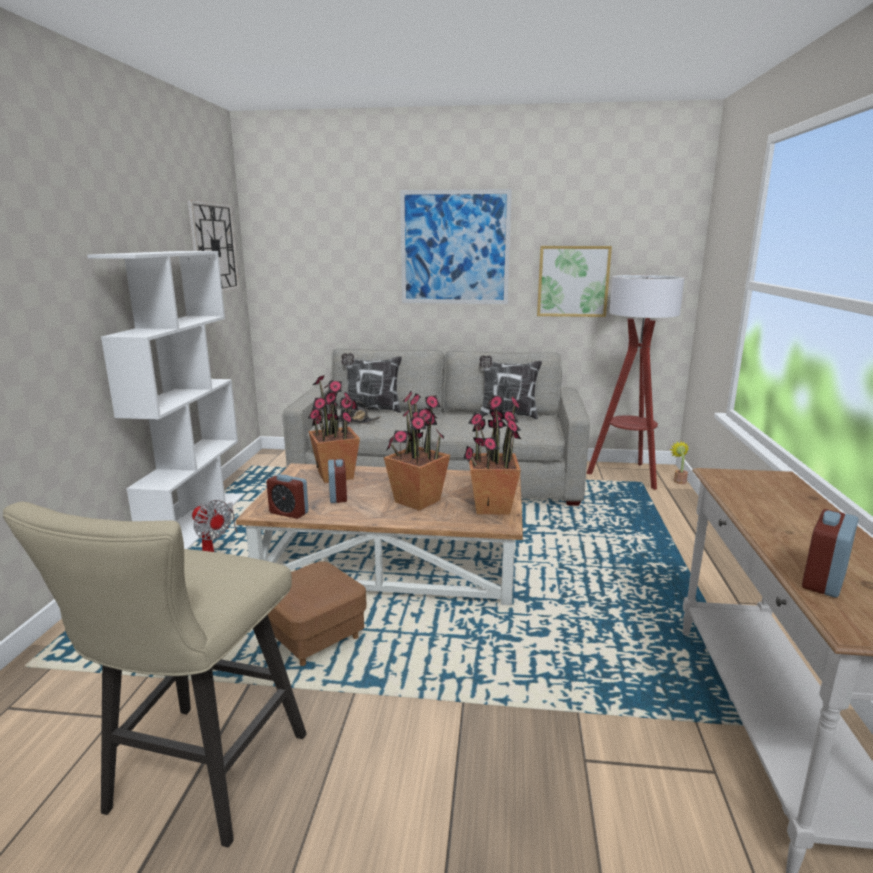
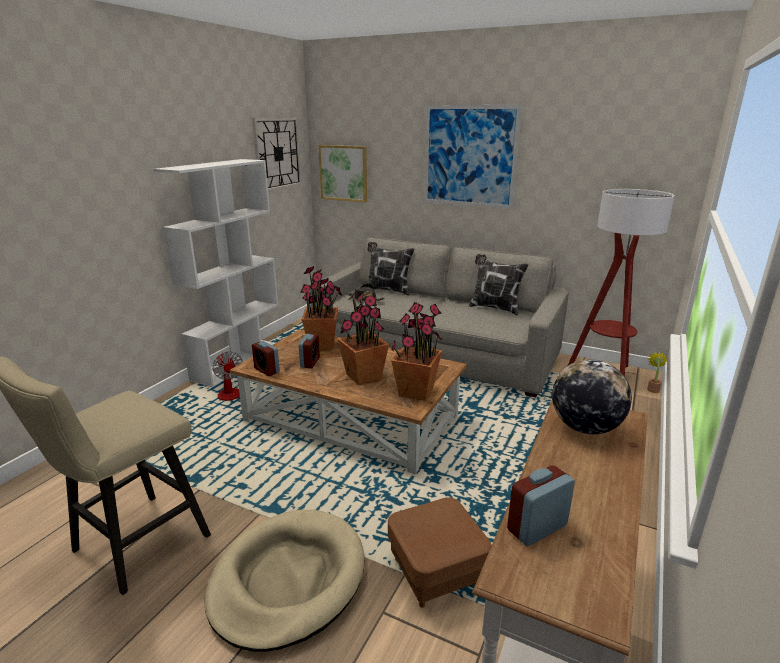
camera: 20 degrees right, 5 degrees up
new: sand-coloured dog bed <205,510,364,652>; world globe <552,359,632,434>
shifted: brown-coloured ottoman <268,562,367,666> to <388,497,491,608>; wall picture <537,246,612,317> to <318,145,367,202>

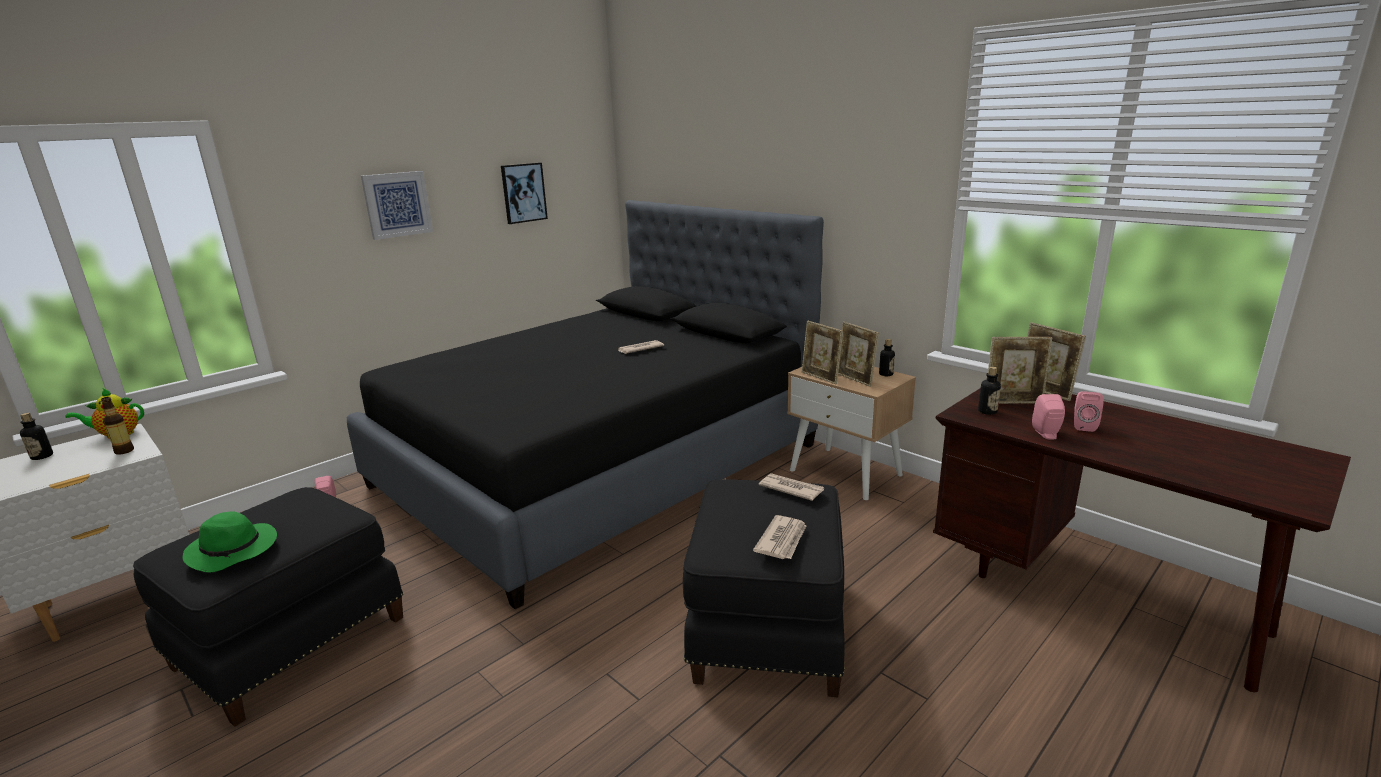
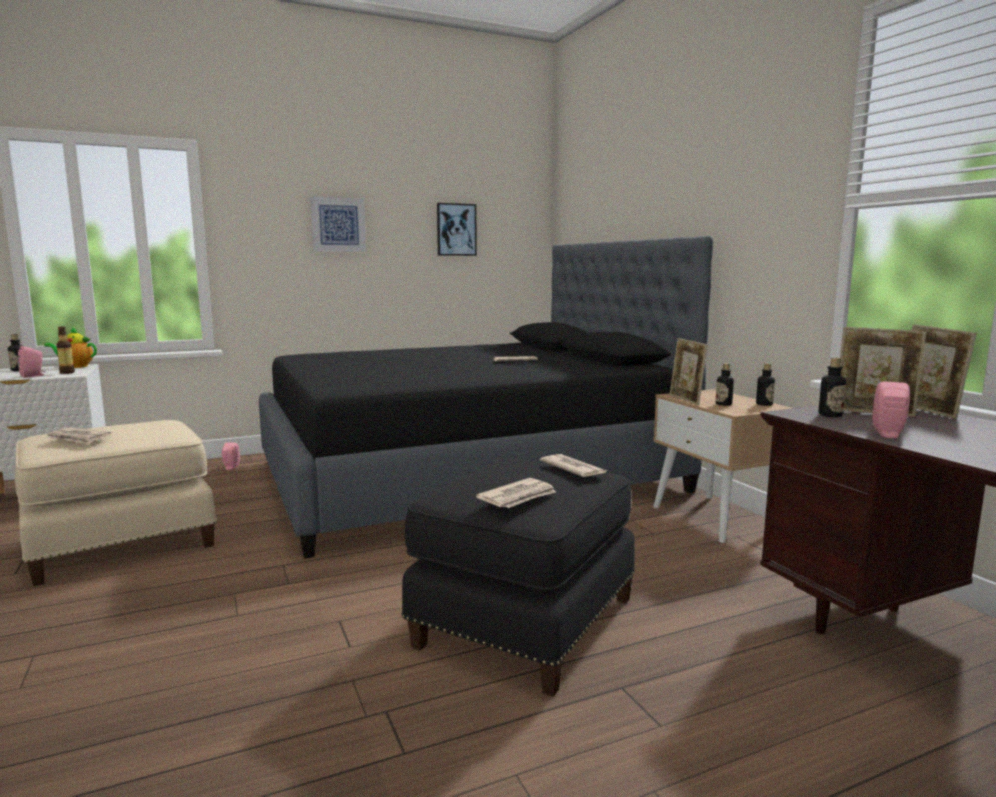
camera: 20 degrees right, 10 degrees down
shifted: pink audio speaker <1074,391,1104,432> to <17,346,46,378>
swapped: greenish hat <182,511,277,572> to printed paper <45,427,112,444>; standing frame <838,321,879,387> to beverage bottle <716,363,734,406>
repainted: black ottoman <133,487,403,727> to sand-coloured ottoman <15,420,217,586>

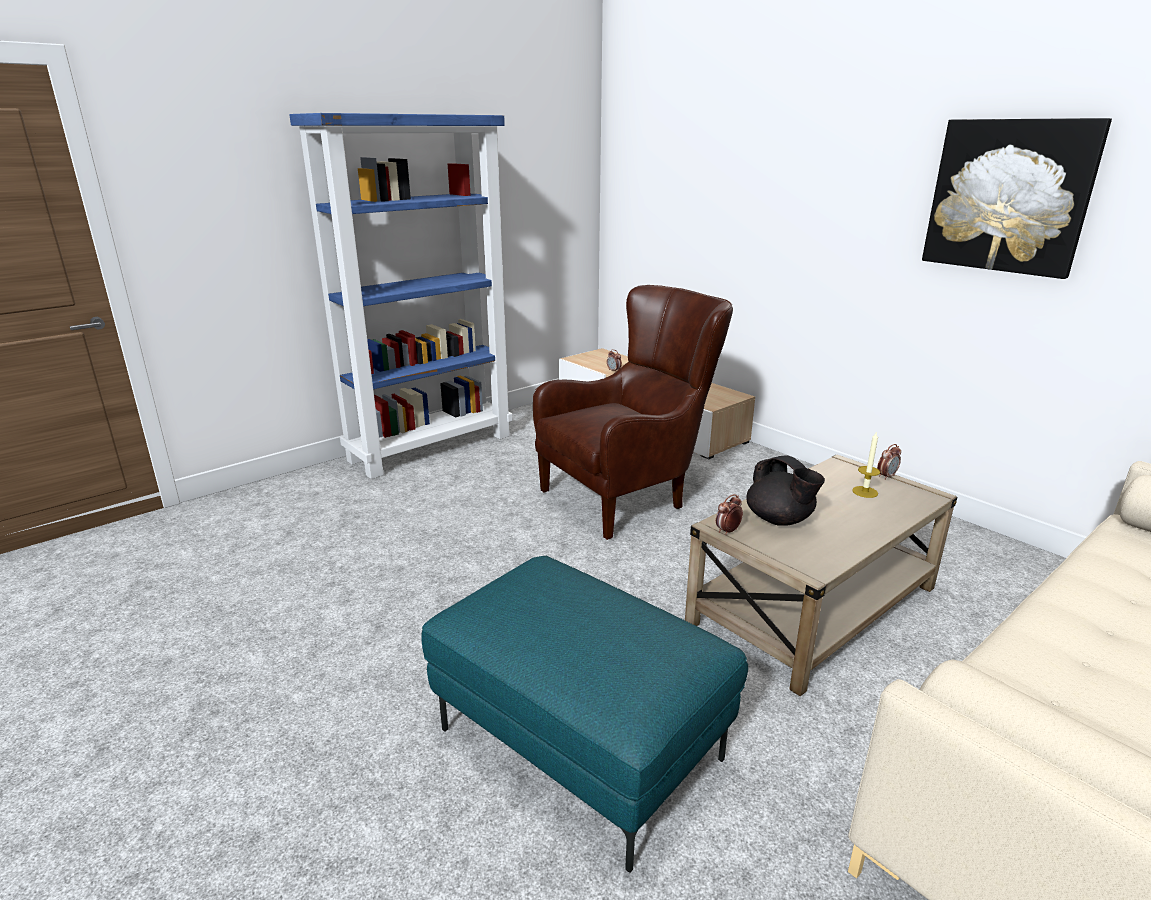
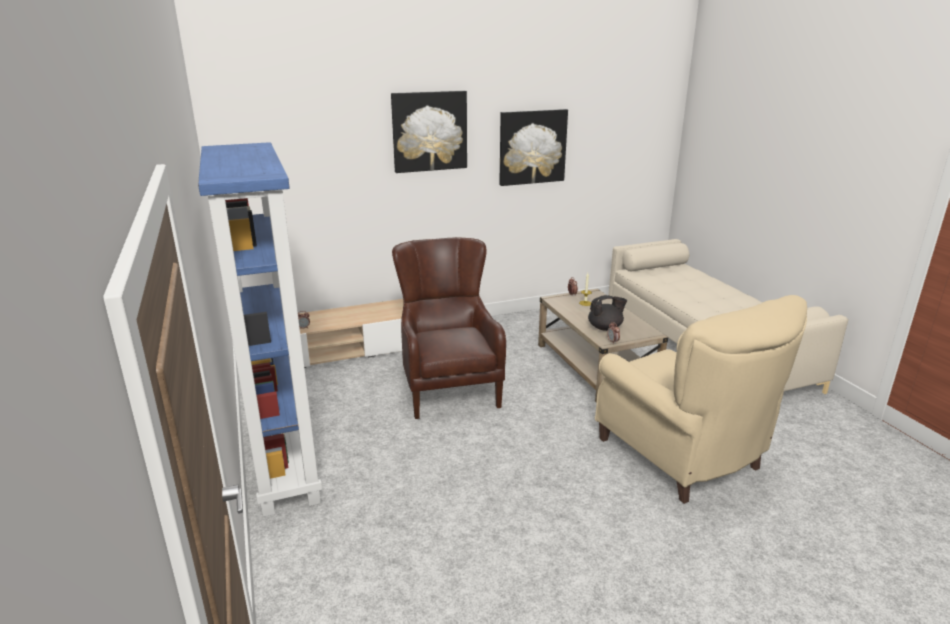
camera: 70 degrees left, 0 degrees up
new: wall picture <391,91,467,173>
swapped: turquoise-coloured ottoman <421,556,748,873> to sand-coloured armchair <595,295,807,504>

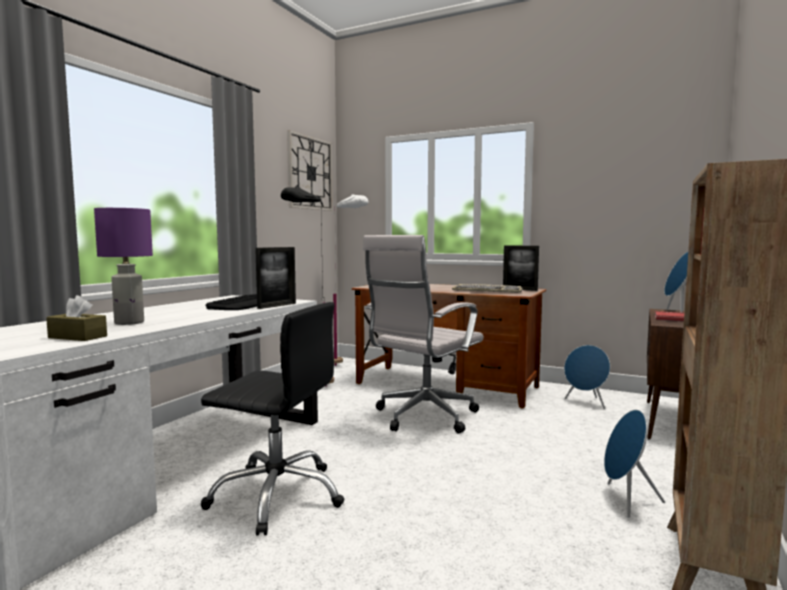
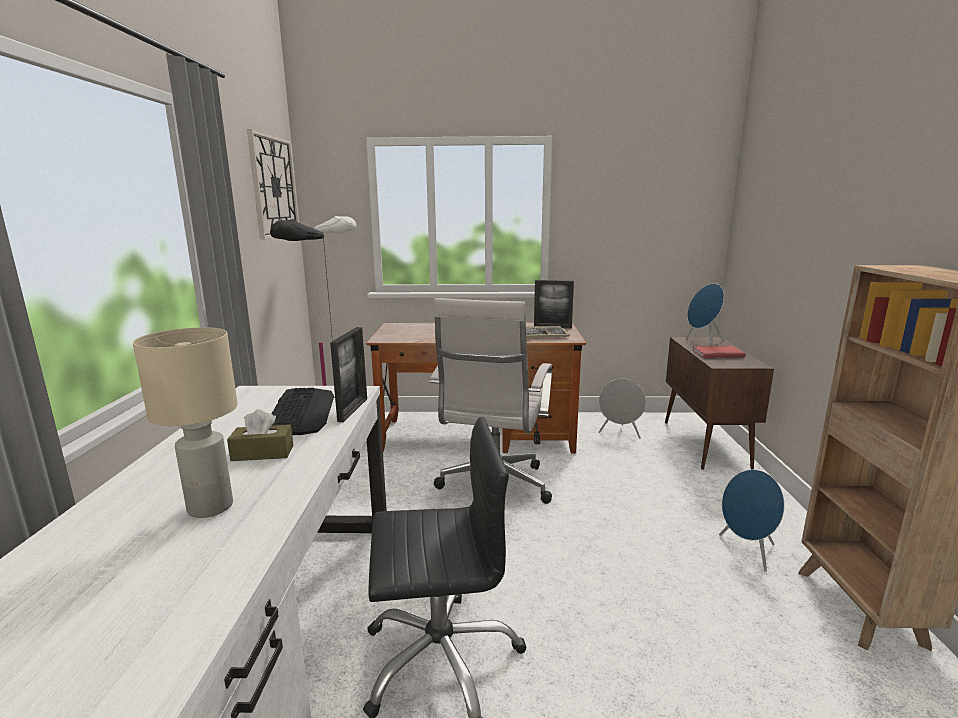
camera: 25 degrees left, 10 degrees up
shifted: brown-coloured tissue holder <46,295,107,341> to <227,409,293,461>
repainted: purplish table lamp <94,208,153,325> to sand-coloured table lamp <133,327,238,518>; bluish audio speaker <564,345,610,409> to greyish audio speaker <599,378,646,439>

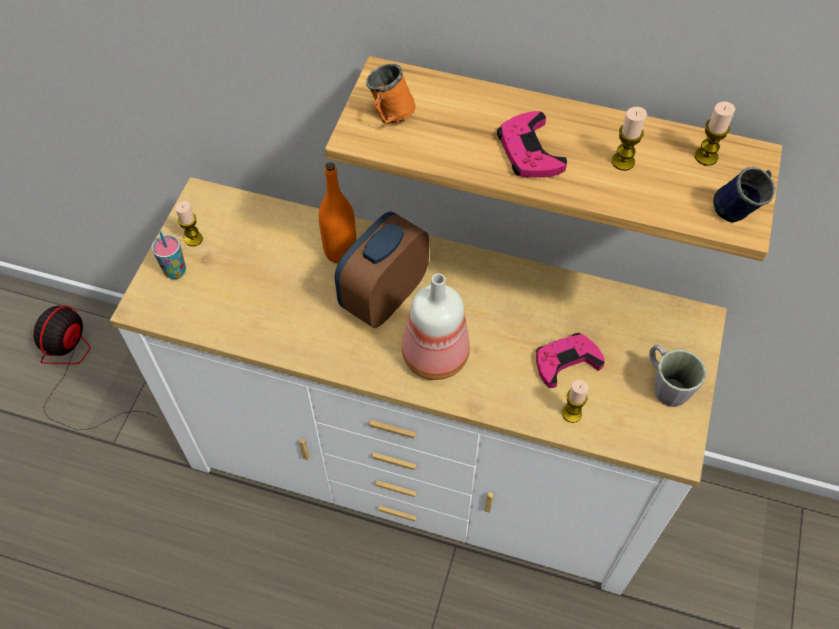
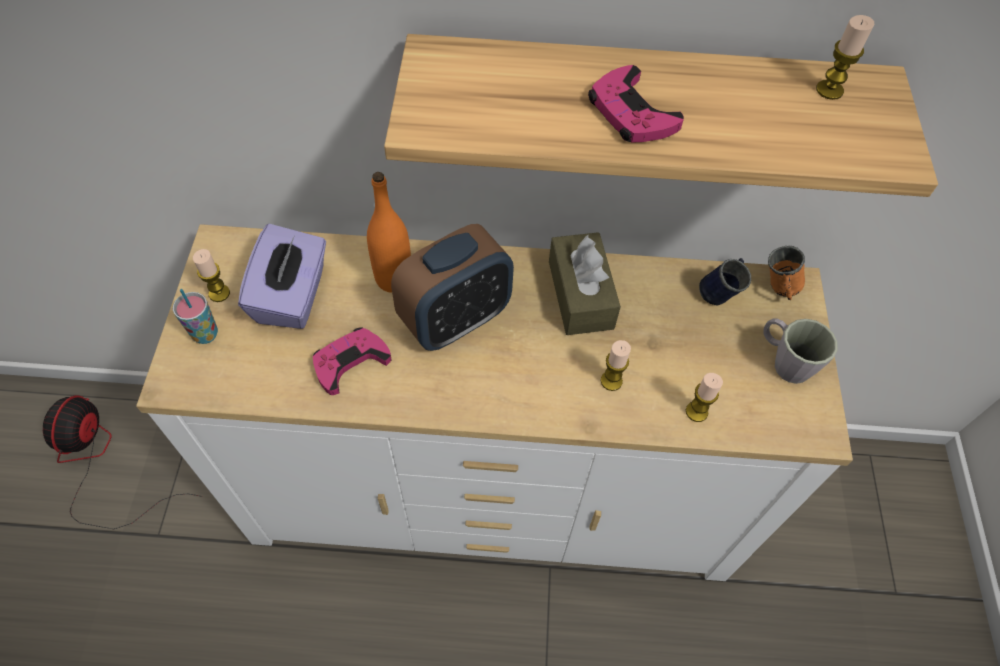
camera: 15 degrees left, 0 degrees up
gone: beverage bottle <402,273,470,380>
new: purplish tissue holder <238,224,326,329>; brown-coloured tissue holder <549,232,621,335>
shifted: orange-coloured coffee mug <366,64,416,124> to <768,246,805,300>; pink game controller <536,333,605,388> to <313,327,392,395>; candle <612,107,647,171> to <601,340,631,391>; bluish coffee mug <713,167,775,223> to <699,258,751,306>
rotated: alarm clock <335,211,429,328> = <391,224,514,351> 150 degrees counterclockwise

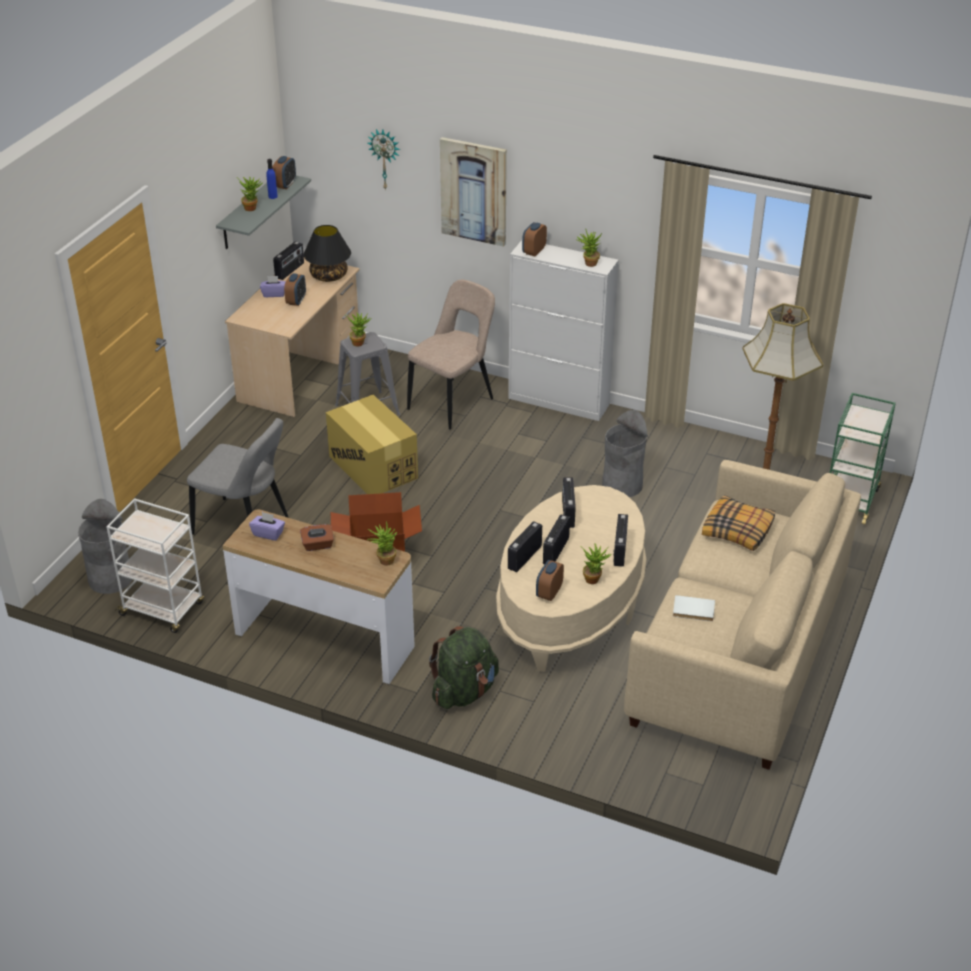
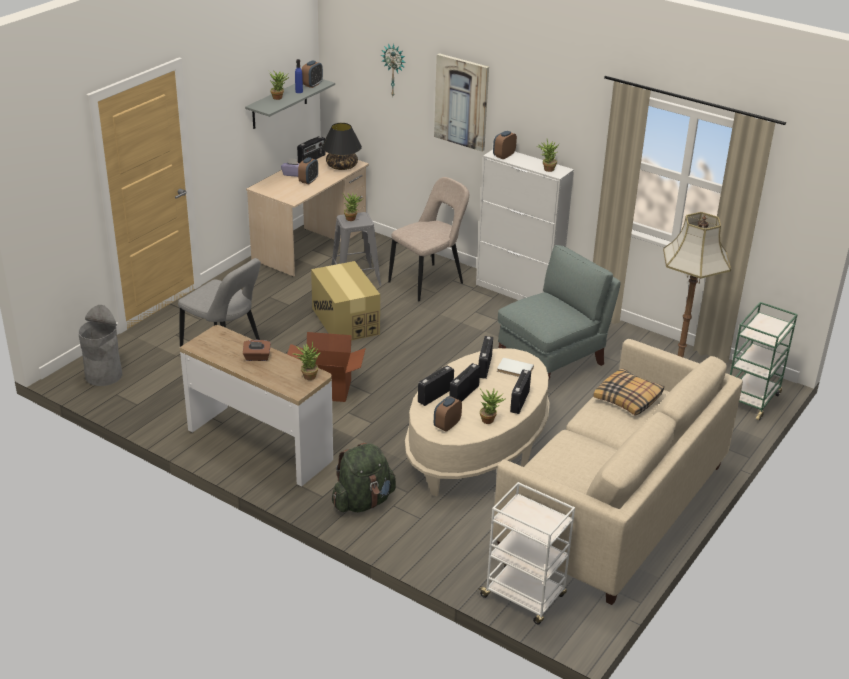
camera: 10 degrees right, 5 degrees down
gone: purplish tissue holder <249,512,285,541>
shifted: whitish trolley <106,498,204,633> to <477,482,575,625>; whitish volume <673,595,715,621> to <497,357,534,377>
swapped: greyish waste bin <602,410,648,497> to greyish armchair <498,245,621,379>

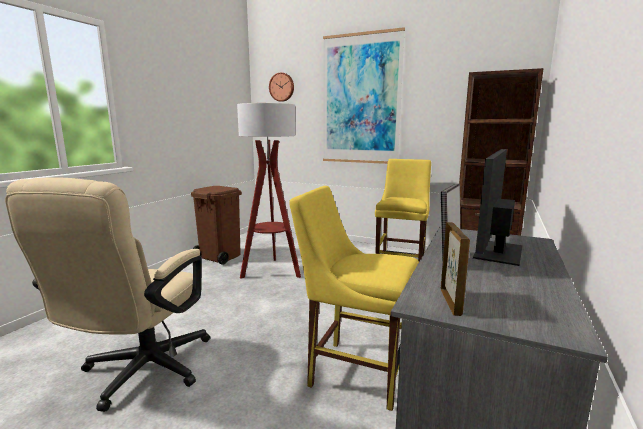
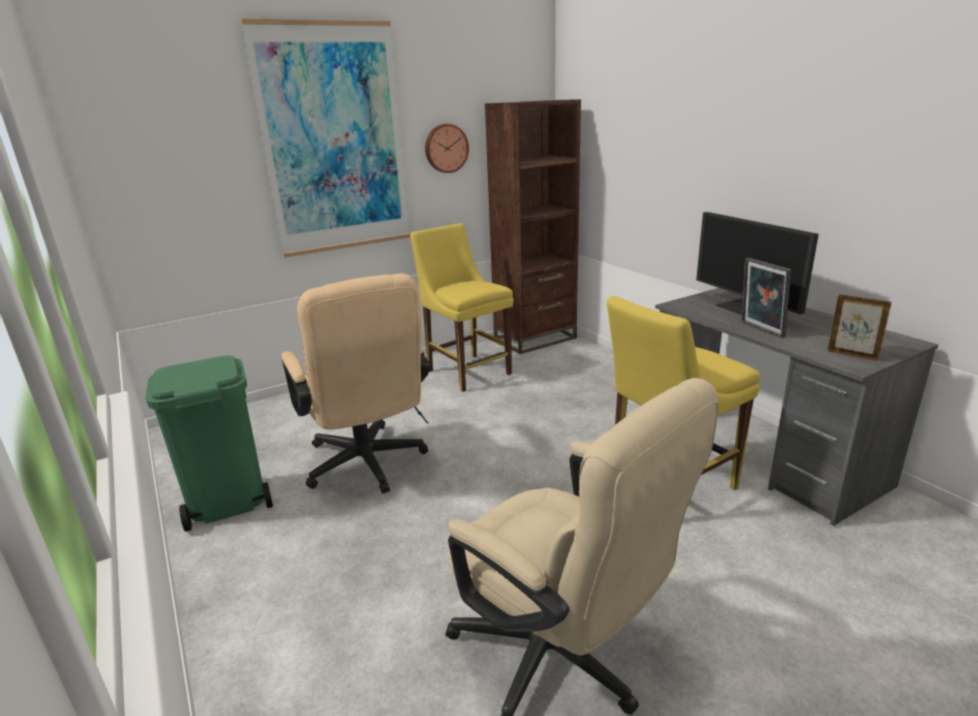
camera: 55 degrees left, 10 degrees up
shifted: clock on the wall <269,72,294,102> to <425,124,469,173>
swapped: floor lamp <237,103,301,279> to sand-coloured desk chair <281,274,430,494>
repainted: brown-coloured waste bin <191,186,242,265> to greenish waste bin <146,355,273,532>

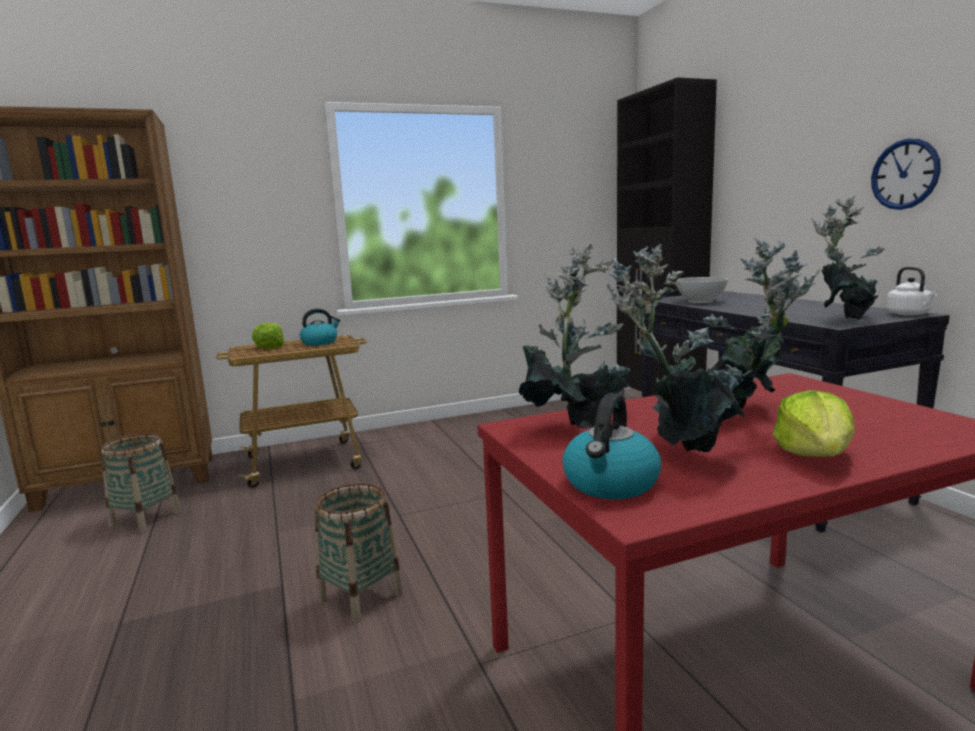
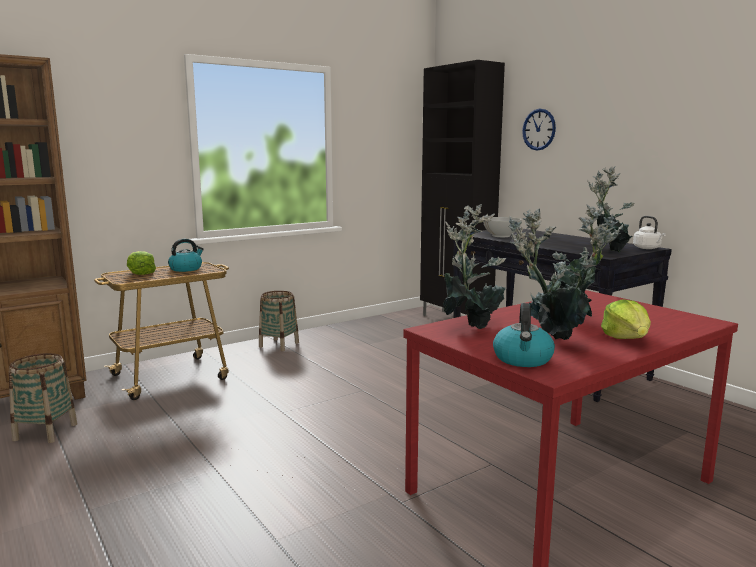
camera: 15 degrees left, 0 degrees up
shifted: household basket <315,483,403,623> to <259,291,299,351>; clock on the wall <871,139,941,210> to <522,109,556,151>

